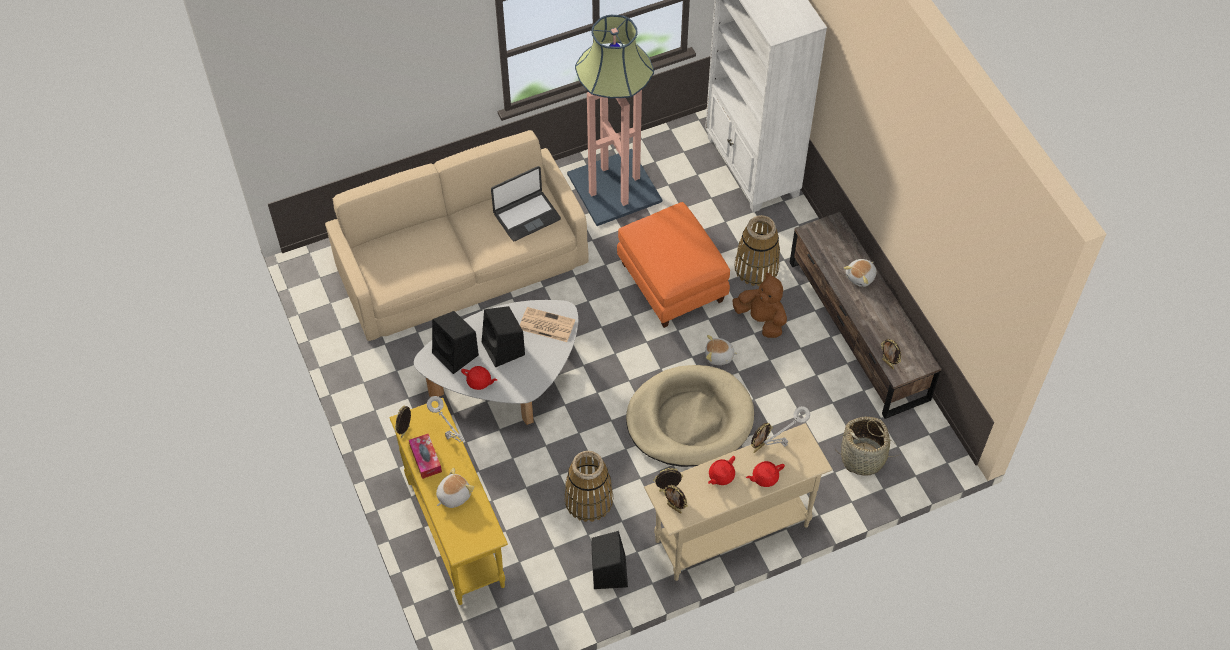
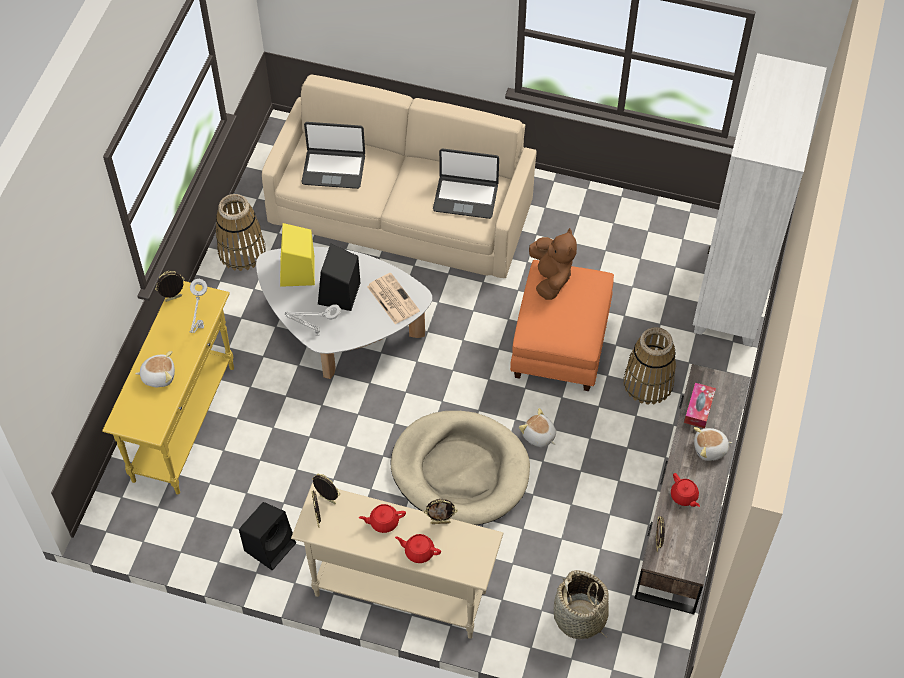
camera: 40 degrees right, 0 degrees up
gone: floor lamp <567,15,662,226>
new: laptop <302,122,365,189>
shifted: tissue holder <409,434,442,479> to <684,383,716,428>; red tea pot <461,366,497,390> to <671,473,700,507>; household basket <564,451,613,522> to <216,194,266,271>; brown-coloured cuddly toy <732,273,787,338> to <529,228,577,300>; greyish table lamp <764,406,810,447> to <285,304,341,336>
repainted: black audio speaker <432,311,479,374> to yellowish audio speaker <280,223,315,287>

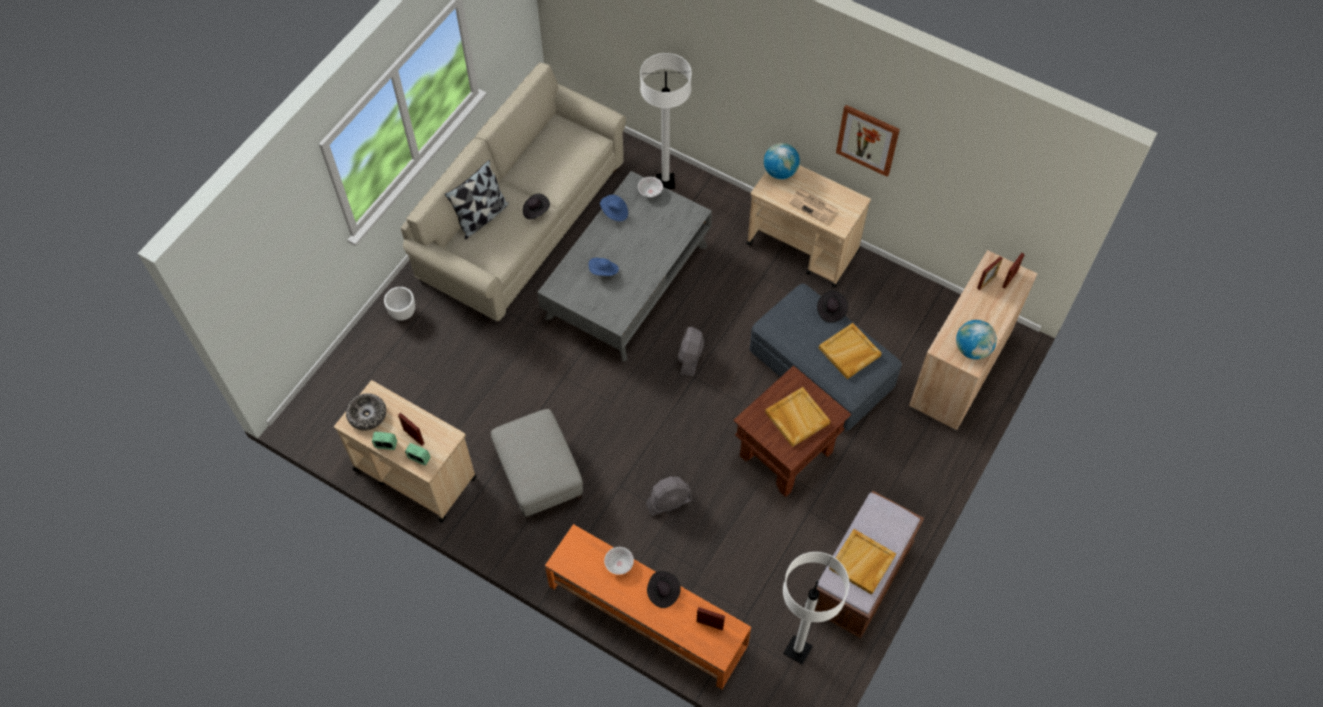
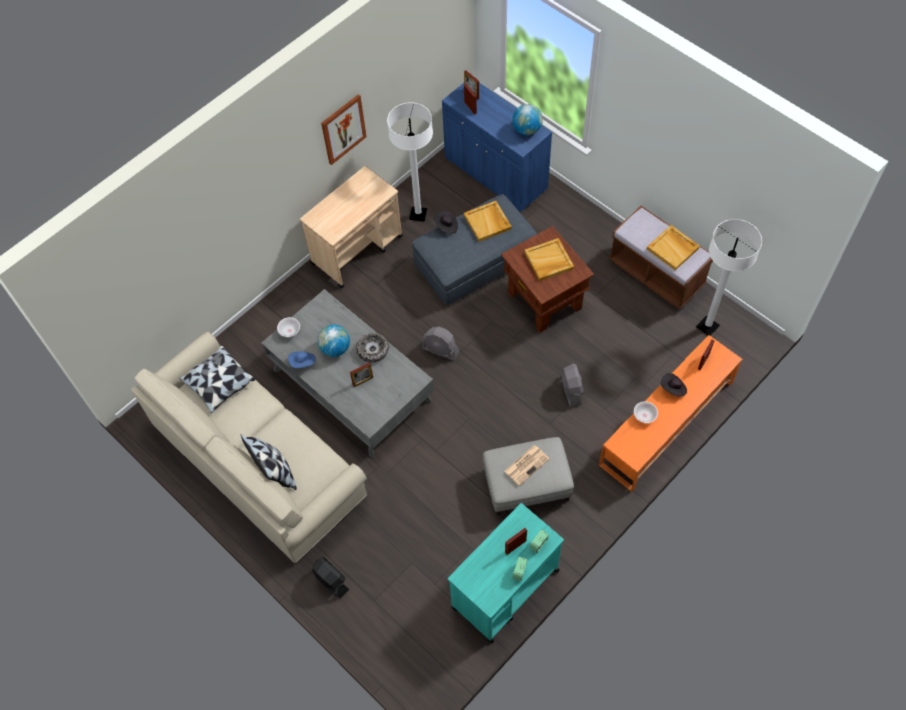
camera: 75 degrees left, 0 degrees up
gone: black hat <523,194,550,219>
new: cushion <179,345,255,413>
shifted: serving bowl <346,393,386,430> to <356,333,389,362>; whitish floor lamp <640,53,692,189> to <387,102,433,222>; world globe <764,143,800,179> to <317,324,350,357>; printed paper <788,188,838,224> to <504,445,550,486>
swapped: whitish plant pot <384,287,415,320> to black cooling fan <312,557,349,598>; bluish hat <588,258,619,276> to standing frame <350,362,373,387>
repainted: sand-coloured trolley <334,380,477,523> to turquoise-coloured trolley <448,503,564,643>; sand-coloured cabinet <909,250,1037,430> to bluish cabinet <442,83,552,212>

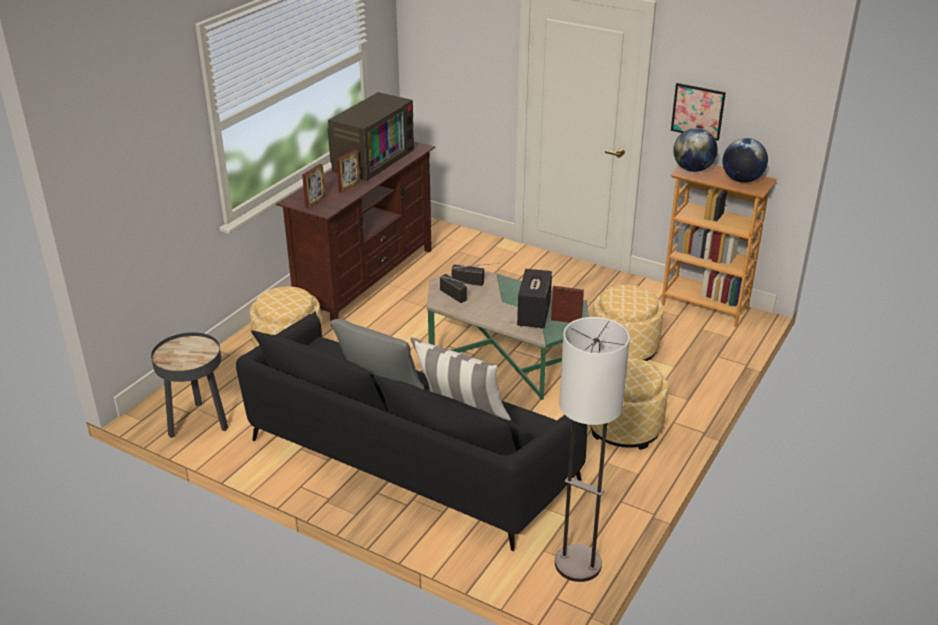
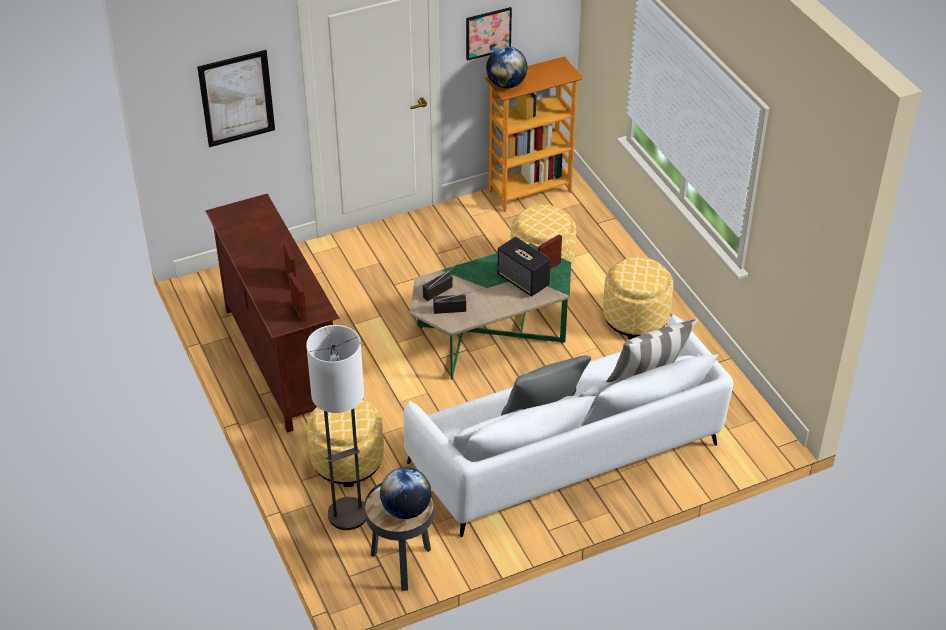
camera: 55 degrees left, 10 degrees up
gone: TV <328,92,414,181>
new: wall picture <197,50,275,147>
shifted: floor lamp <555,317,630,582> to <306,325,366,530>; world globe <723,138,768,183> to <380,467,431,519>
repainted: black sofa <236,311,588,551> to whitish sofa <404,314,733,537>

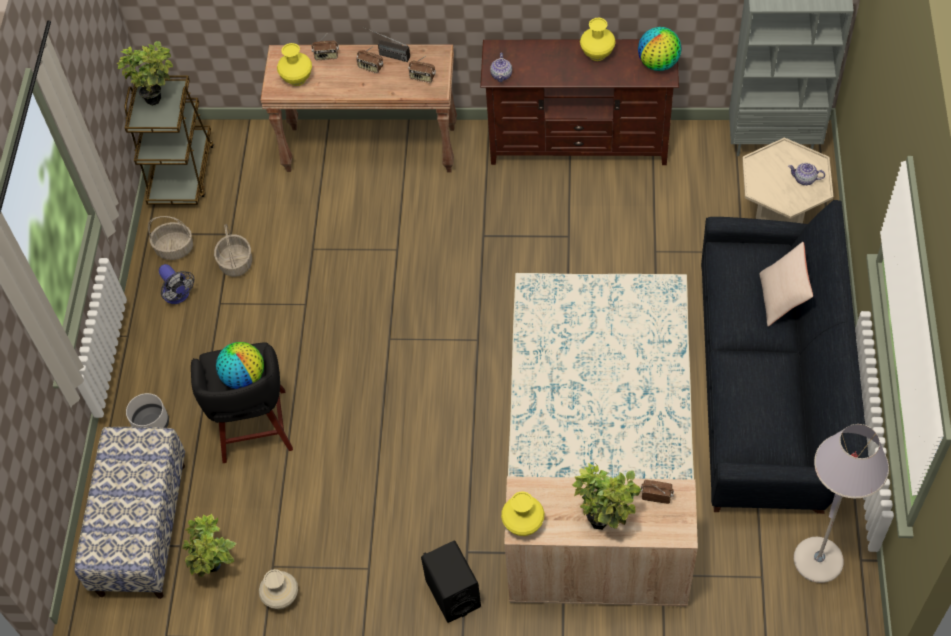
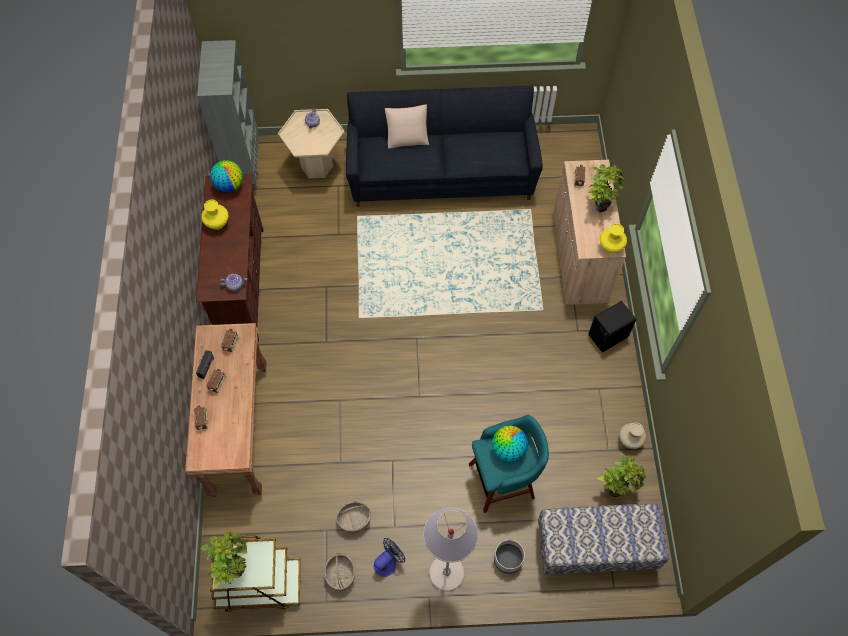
camera: 100 degrees left, 5 degrees up
gone: yellowish flower vase <277,43,312,86>
shifted: greyish floor lamp <794,424,889,583> to <423,508,478,591>
repainted: black sitting stool <191,342,293,463> to turquoise-coloured sitting stool <469,415,549,513>

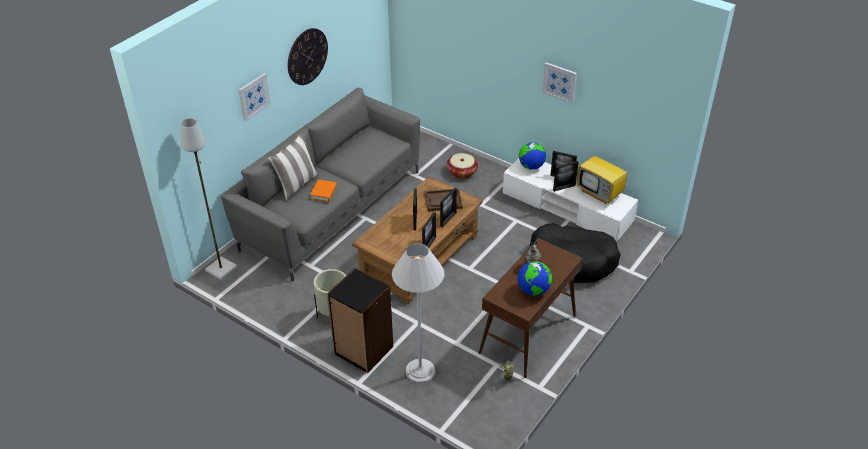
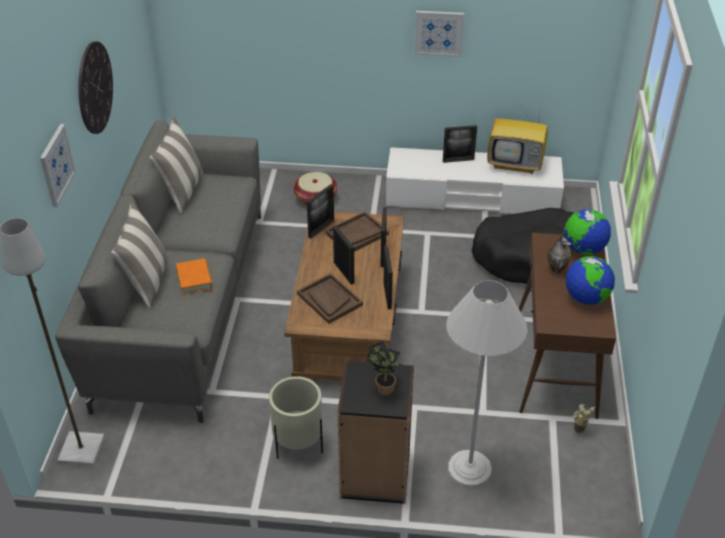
camera: 30 degrees left, 0 degrees up
new: cushion <149,117,204,214>; brown-coloured tray <297,273,363,324>; potted plant <366,341,402,395>
shifted: world globe <519,142,546,170> to <564,210,611,255>; standing frame <553,161,579,192> to <307,184,334,239>

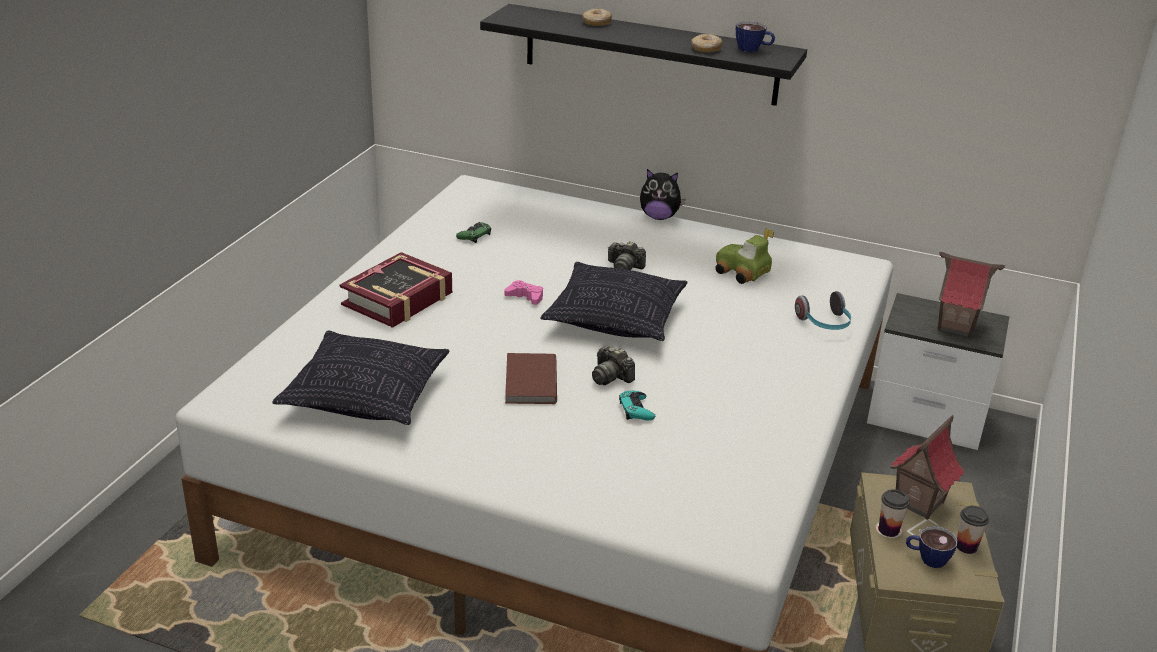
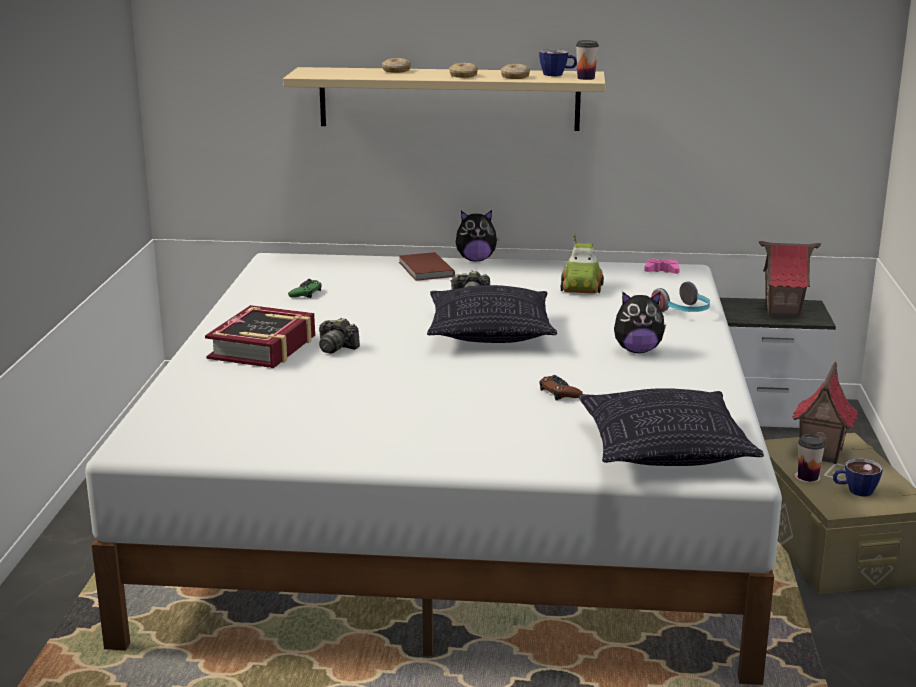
camera: 15 degrees left, 10 degrees down
new: ring doughnut <449,63,478,78>; cuddly toy <614,292,666,353>
shifted: cushion <272,330,449,425> to <579,388,764,466>; pink game controller <504,280,543,305> to <644,259,680,274>; brown-coloured volume <505,353,557,404> to <399,252,455,281>; still camera <592,346,635,385> to <319,318,360,354>; drinking cup <957,506,989,554> to <576,40,599,80>
repainted: black shelf <480,4,807,106> to sand-coloured shelf <283,67,605,131>; turquoise-coloured game controller <619,391,655,420> to brown-coloured game controller <539,375,583,401>
rotated: toy car <715,228,774,284> = <561,233,604,294> 105 degrees counterclockwise

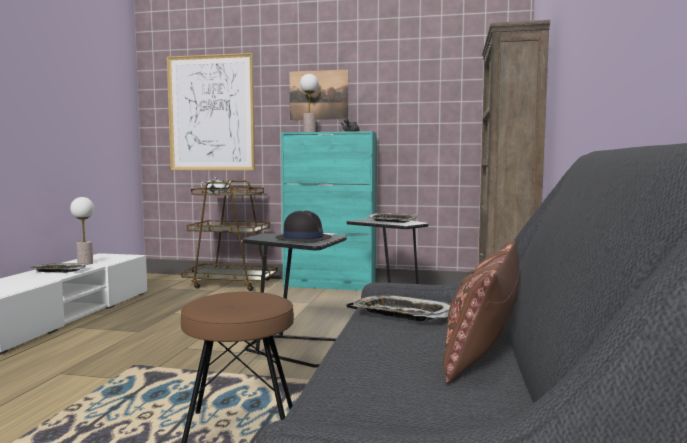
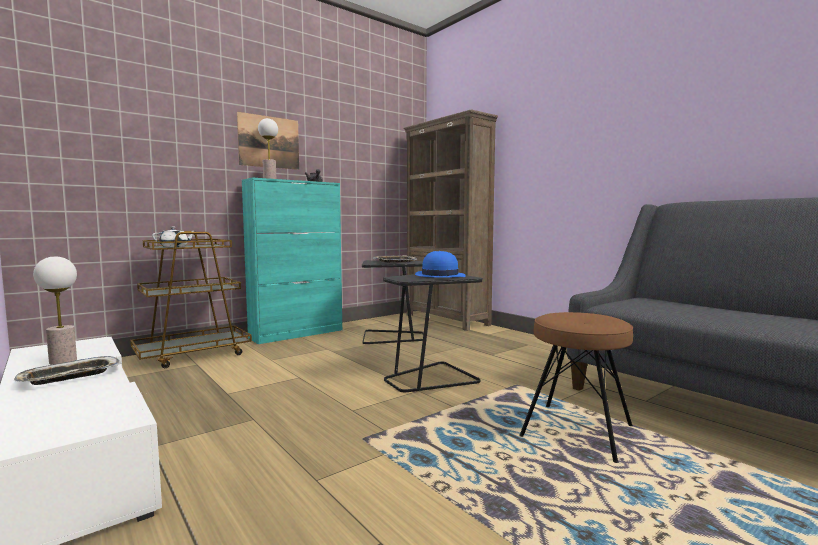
camera: 50 degrees left, 0 degrees up
gone: wall picture <167,53,255,170>; tray <354,295,451,321>; brown-coloured cushion <443,241,520,384>
repainted: black hat <275,211,332,243> to bluish hat <415,251,466,278>

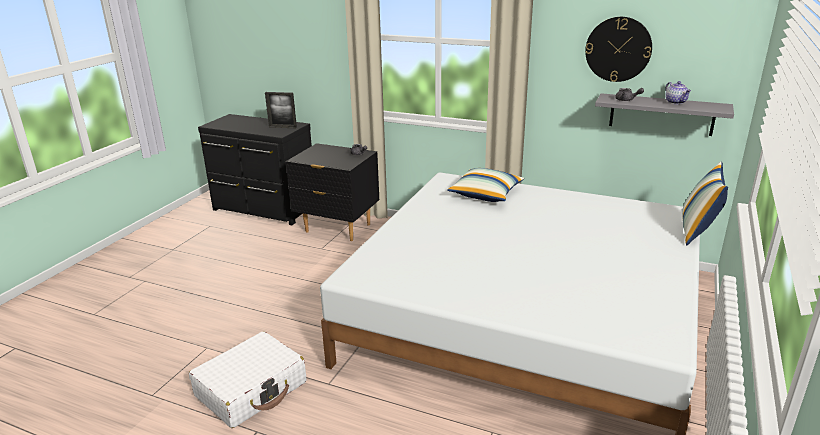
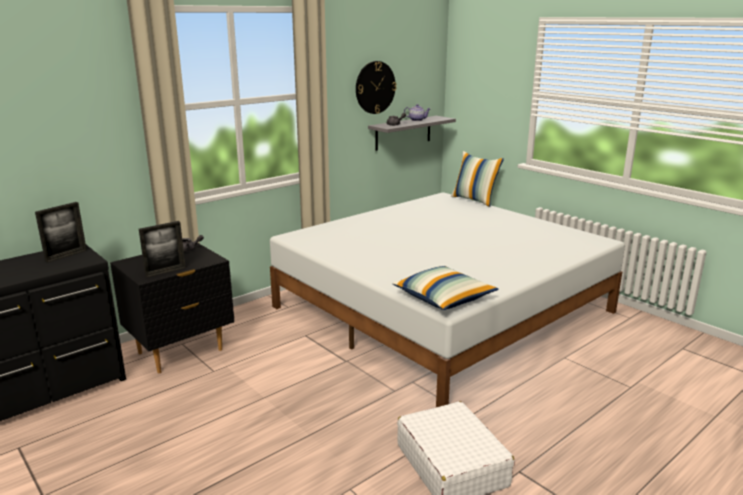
camera: 65 degrees left, 5 degrees down
new: standing frame <139,221,186,277>
shifted: cushion <447,168,524,202> to <392,266,498,310>

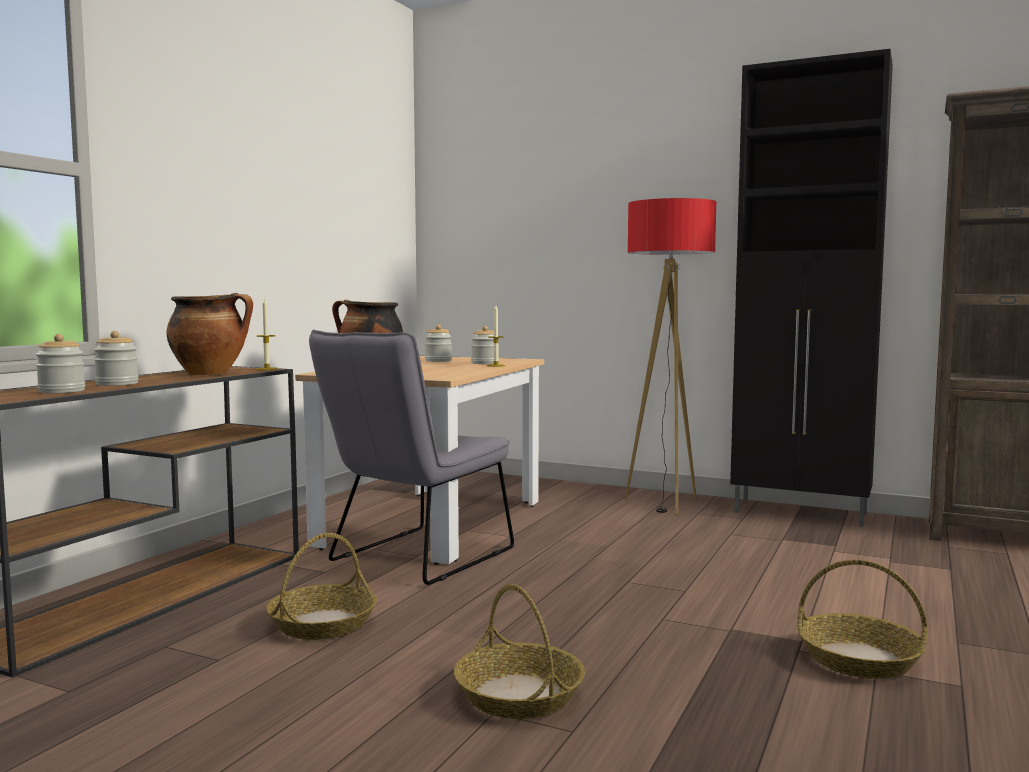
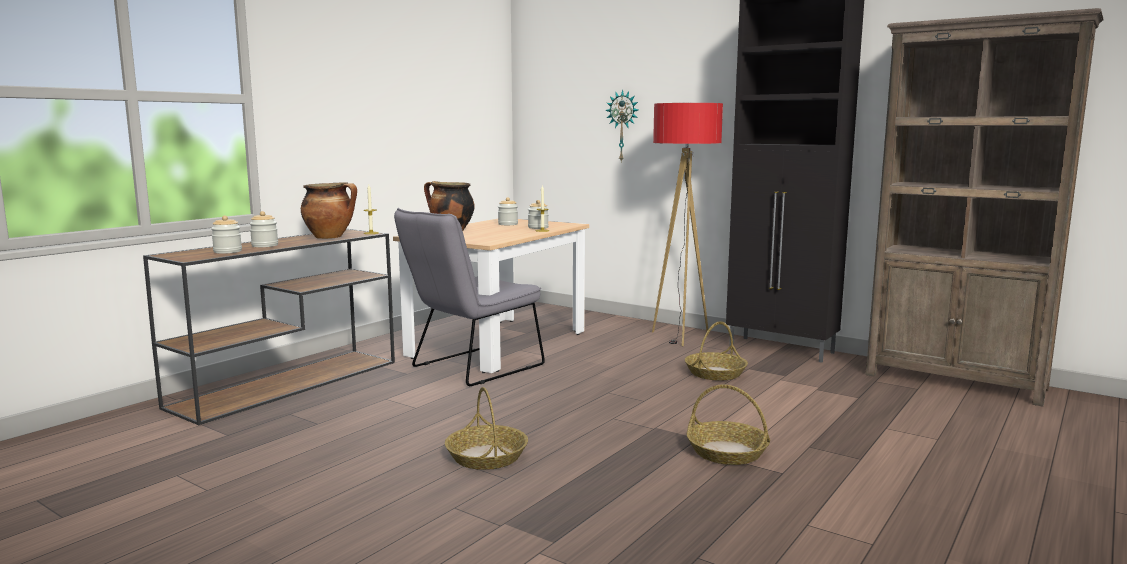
camera: 10 degrees right, 5 degrees up
new: clock on the wall <605,89,638,162>
shifted: household basket <266,533,377,640> to <685,321,748,381>

